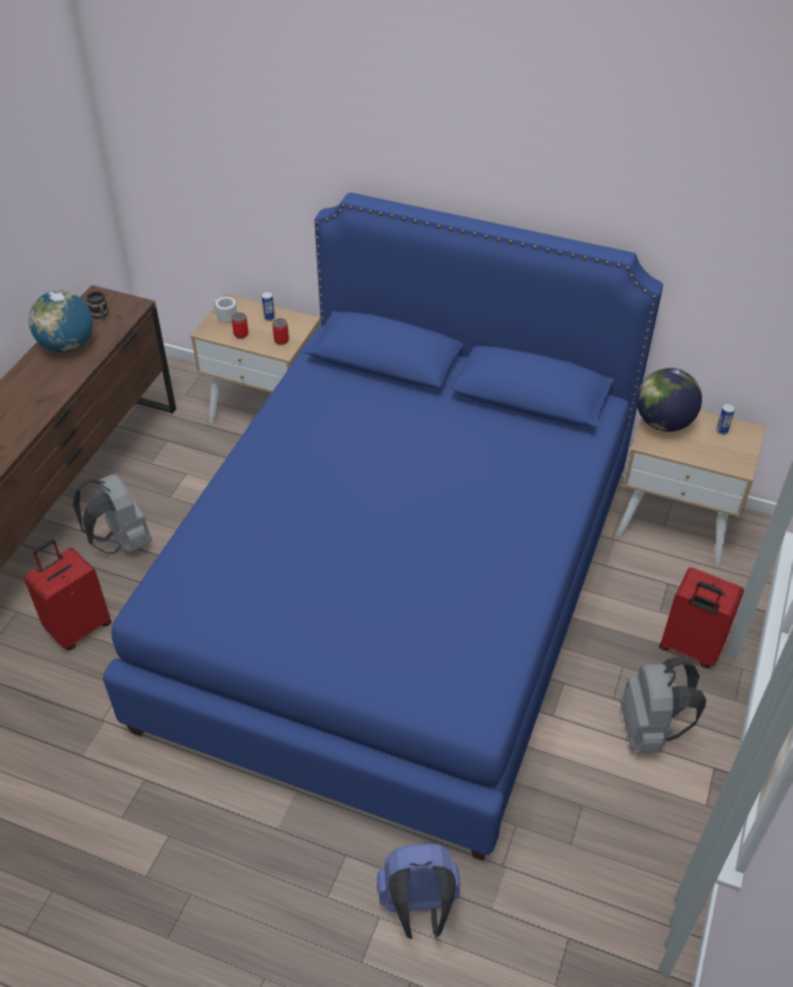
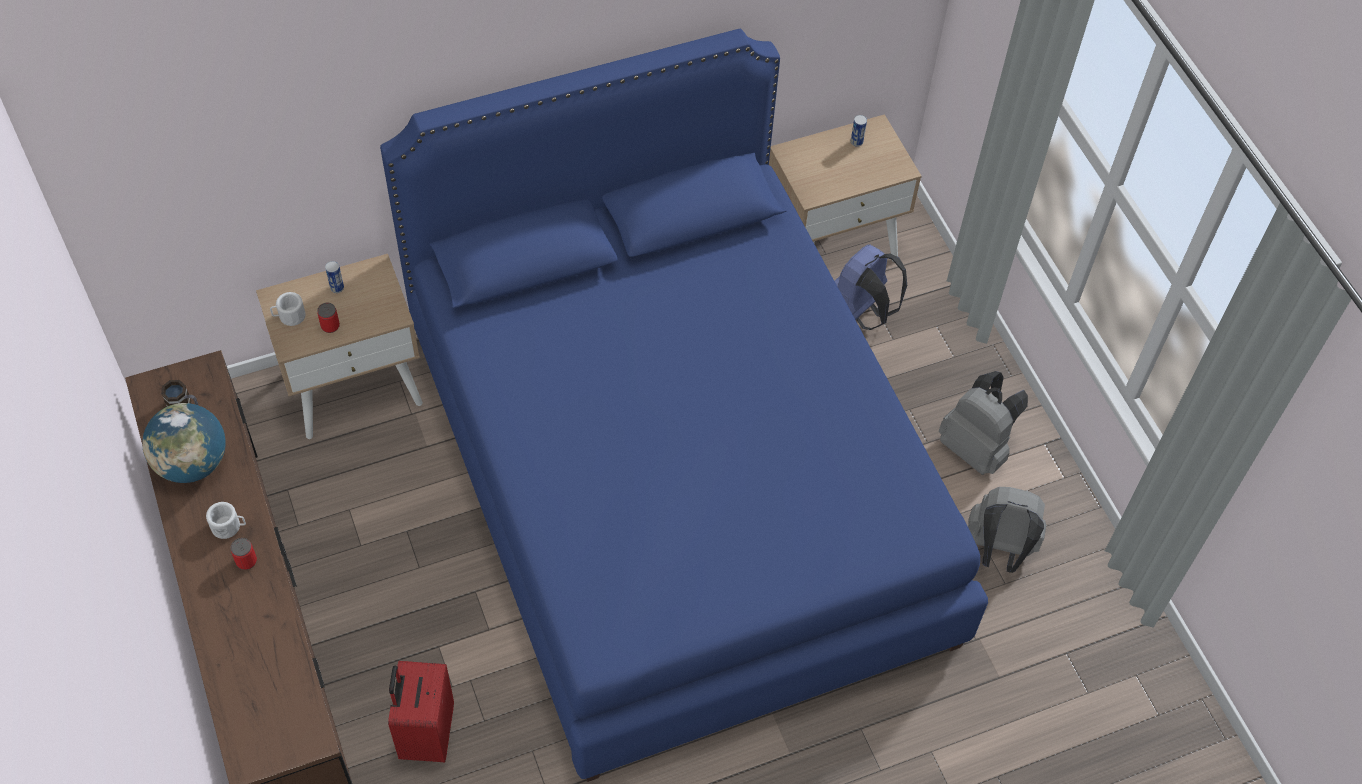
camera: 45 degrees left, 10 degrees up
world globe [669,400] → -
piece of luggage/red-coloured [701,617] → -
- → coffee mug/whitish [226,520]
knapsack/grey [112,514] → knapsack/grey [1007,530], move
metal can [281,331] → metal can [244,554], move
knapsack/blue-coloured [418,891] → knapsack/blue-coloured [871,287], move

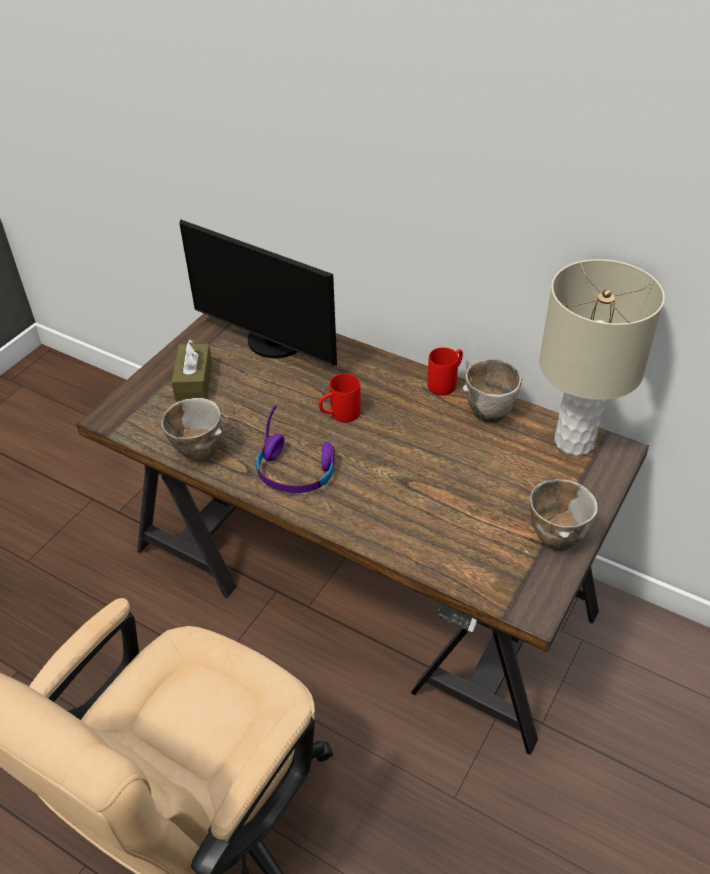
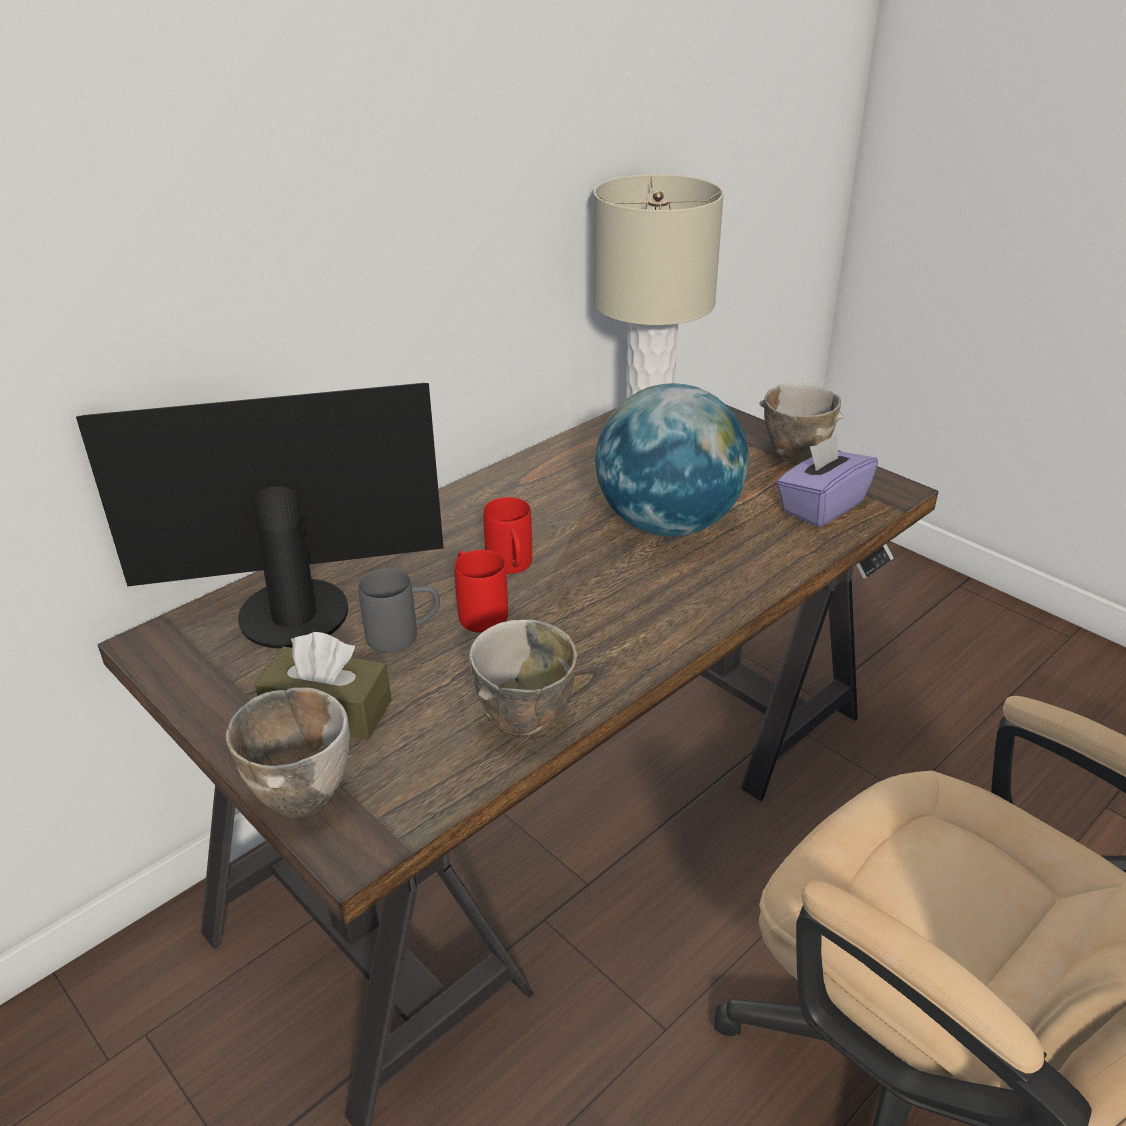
camera: 75 degrees left, 10 degrees down
pair of headphones/purple [295,449] → -
- → coffee mug/grey [399,610]
- → world globe [672,459]
- → box of tissues/purple [827,480]
coffee mug/red-coloured [445,371] → coffee mug/red-coloured [481,591], move
deep dish [493,391] → deep dish [288,752], move
computer display [258,292] → computer display [260,516], 150 degrees counterclockwise

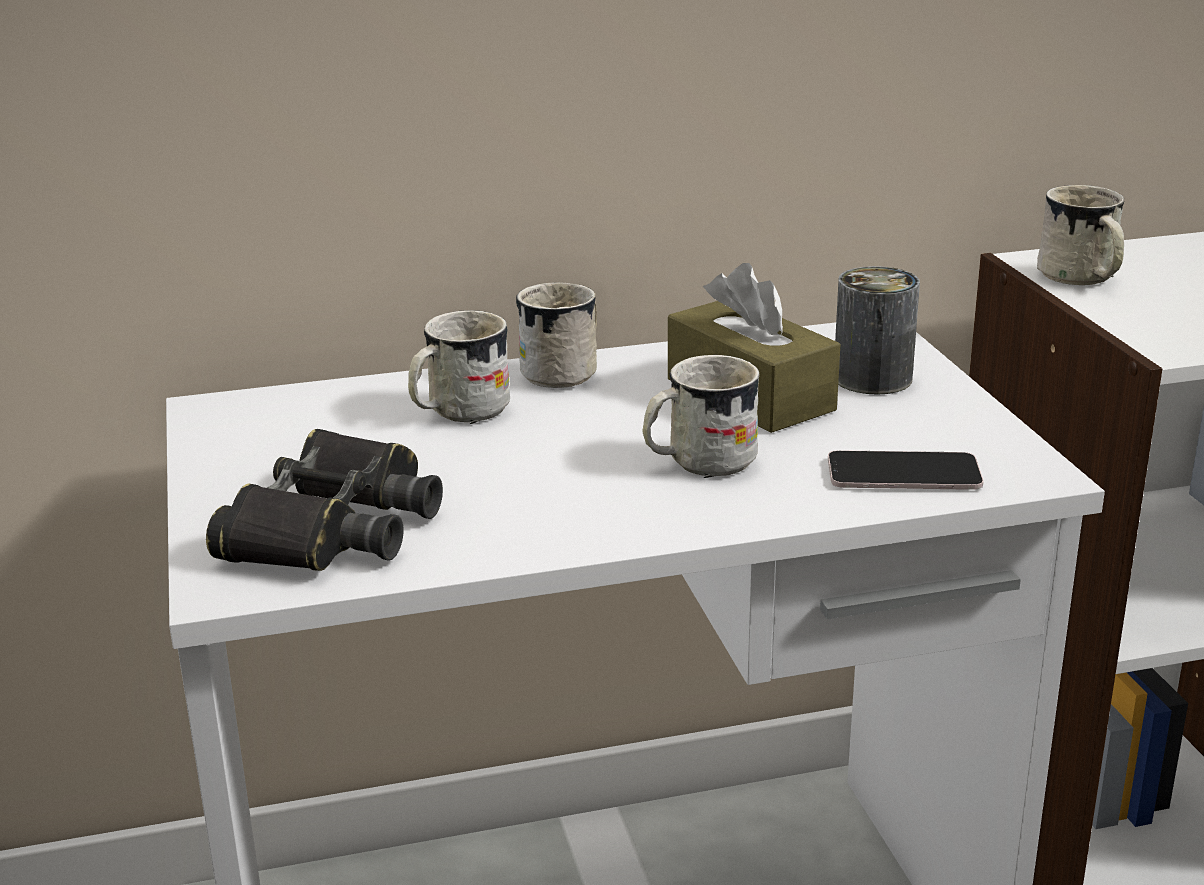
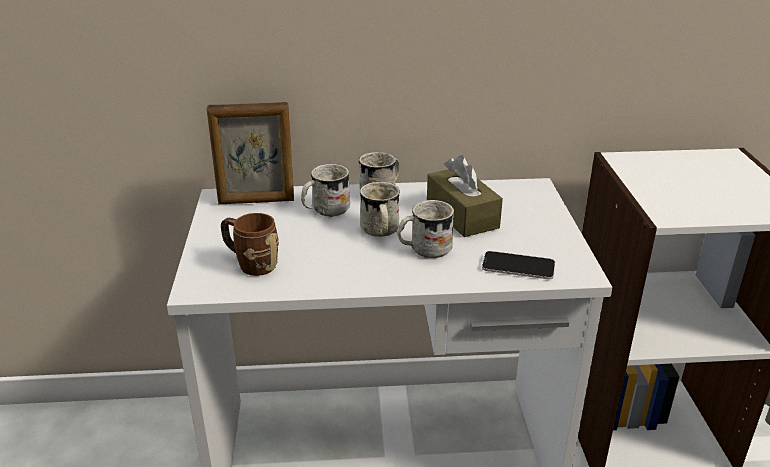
camera: 10 degrees right, 5 degrees up
metal can [877,330] → -
- → picture frame [250,153]
coffee mug/whitish [1080,235] → coffee mug/whitish [380,209], move
field glasses/blackish [324,500] → coffee mug/brownish [250,244]

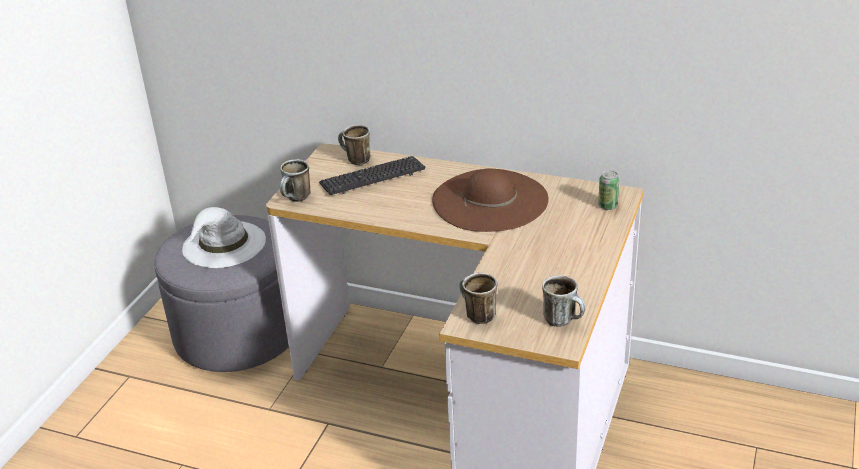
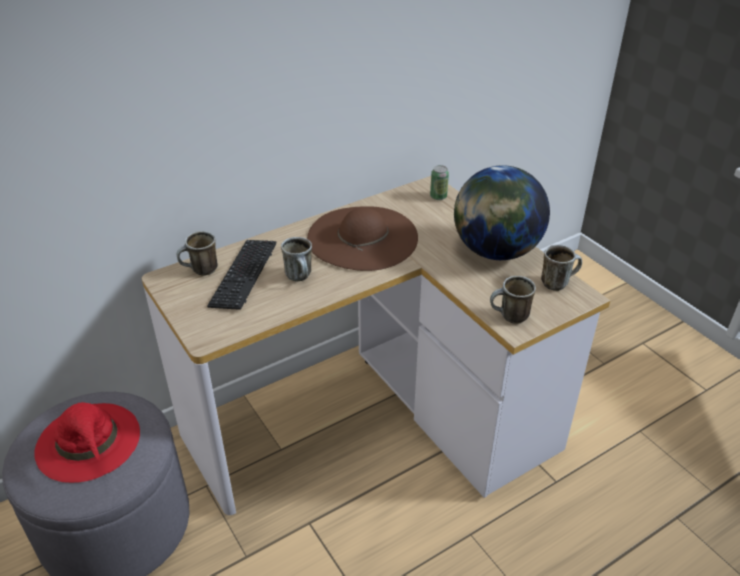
camera: 55 degrees left, 5 degrees up
- → world globe [502,212]
coffee mug [295,180] → coffee mug [296,259], move
clothing hat/whitish [224,237] → clothing hat/red-coloured [87,442]

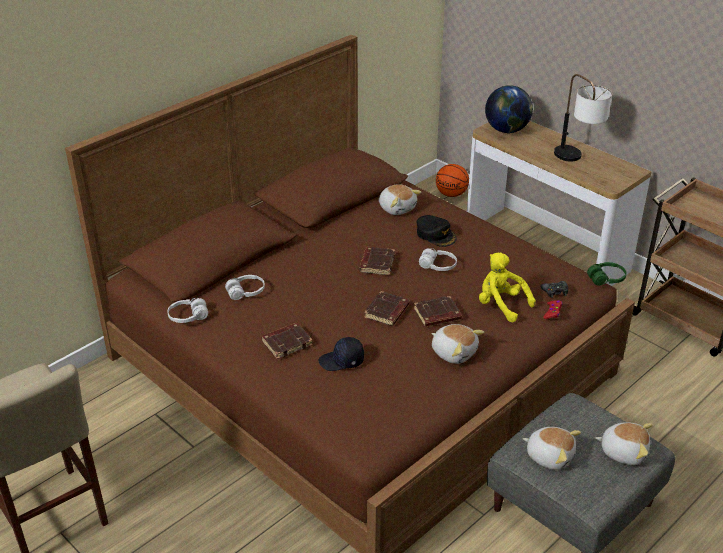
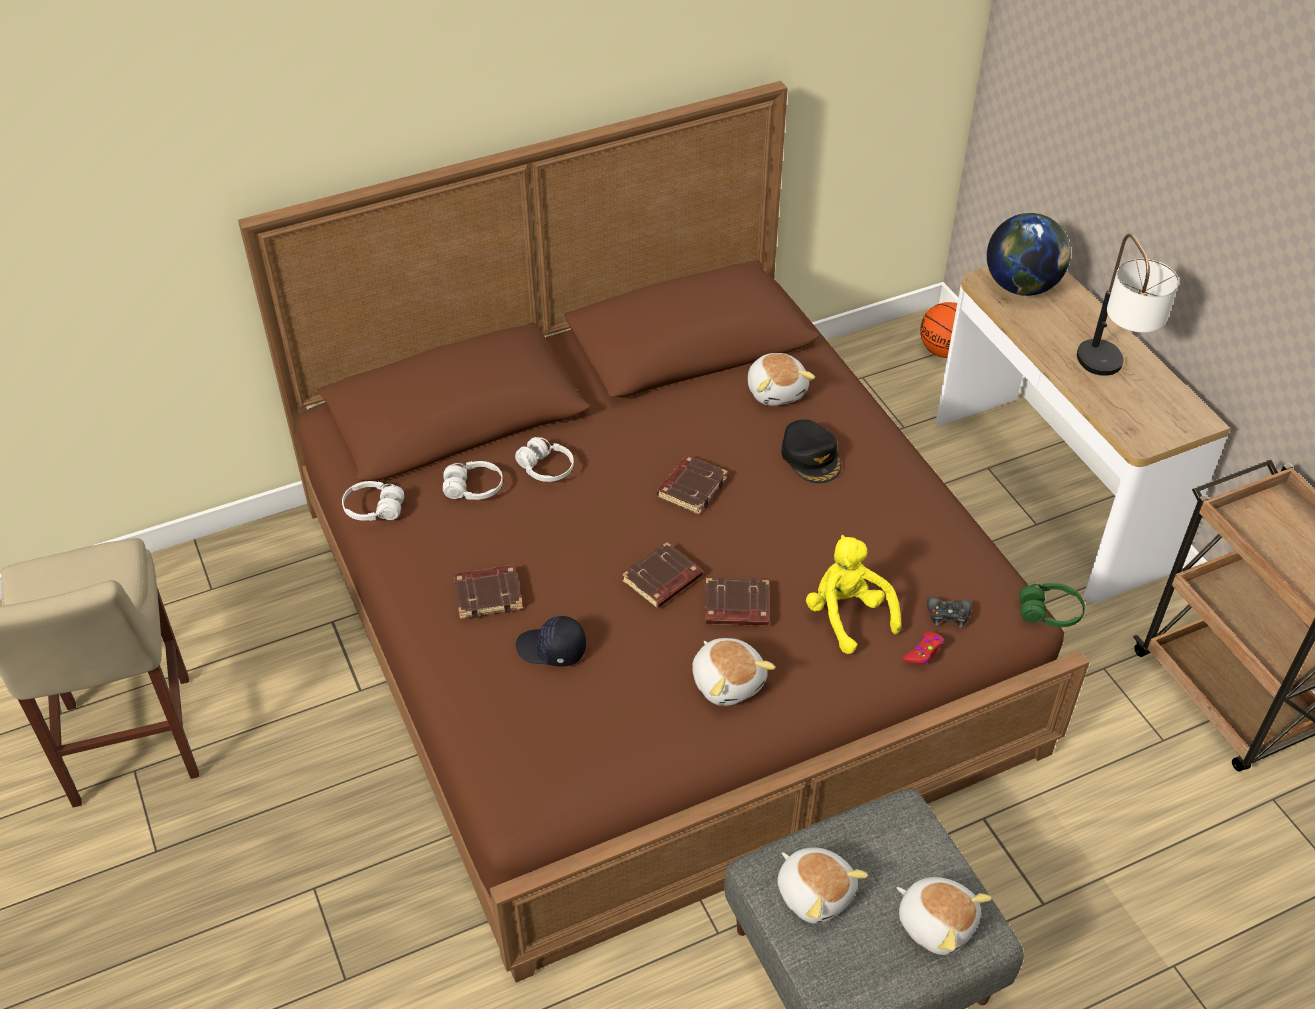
camera: 20 degrees right, 10 degrees up
pair of headphones/whitish [438,259] → pair of headphones/whitish [544,459], move

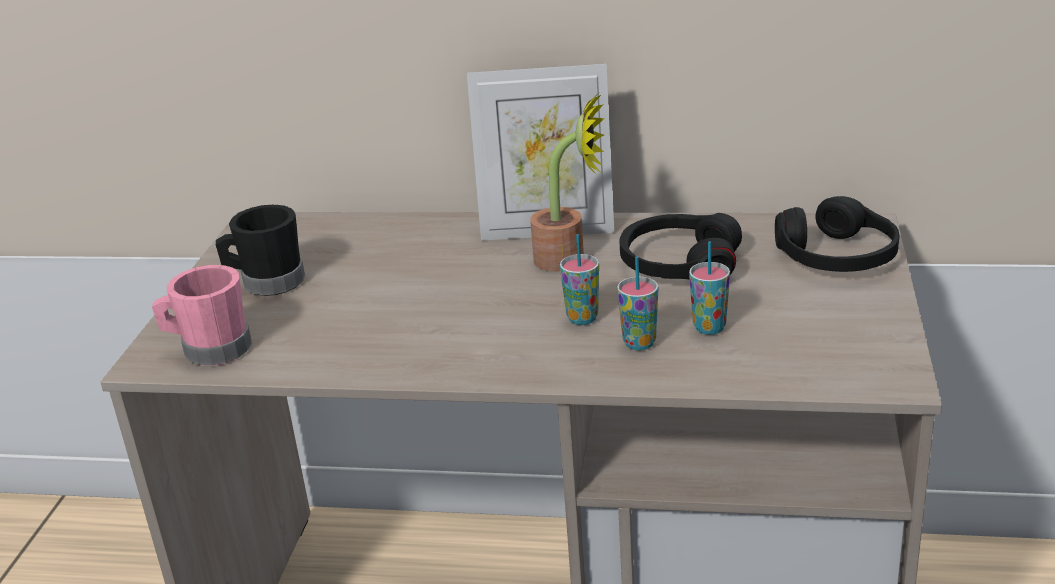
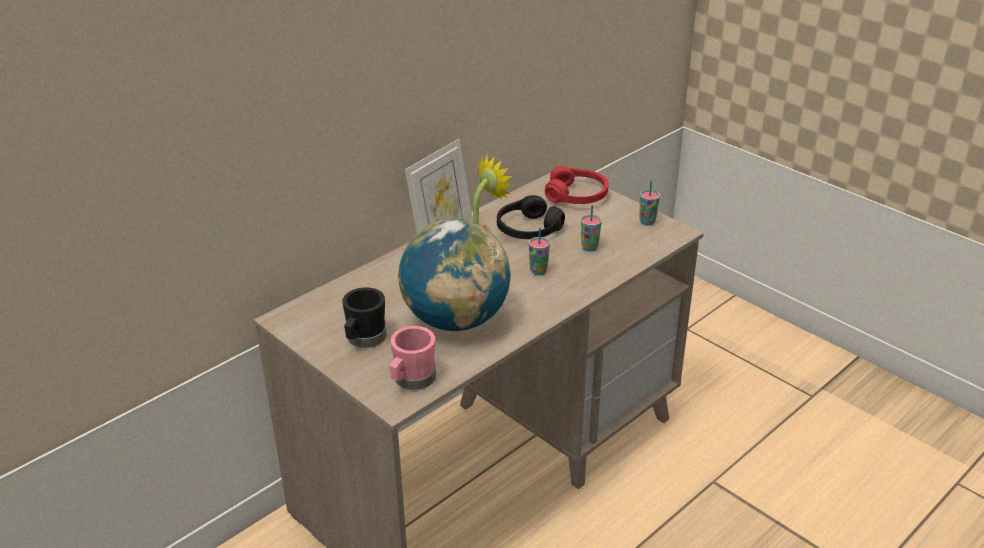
camera: 55 degrees left, 5 degrees up
- → world globe [454,275]
drinking cup [637,303] → drinking cup [650,202], move
pair of headphones/blackish [837,234] → pair of headphones/red-coloured [577,185]

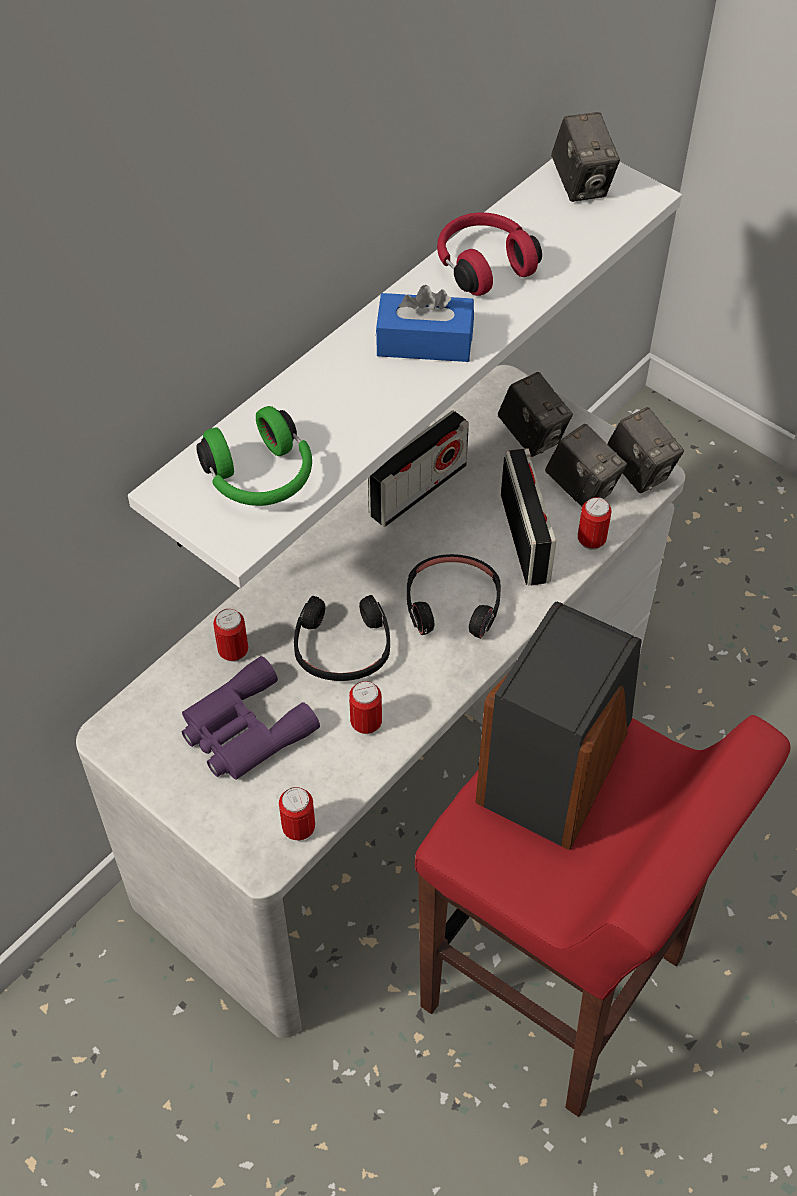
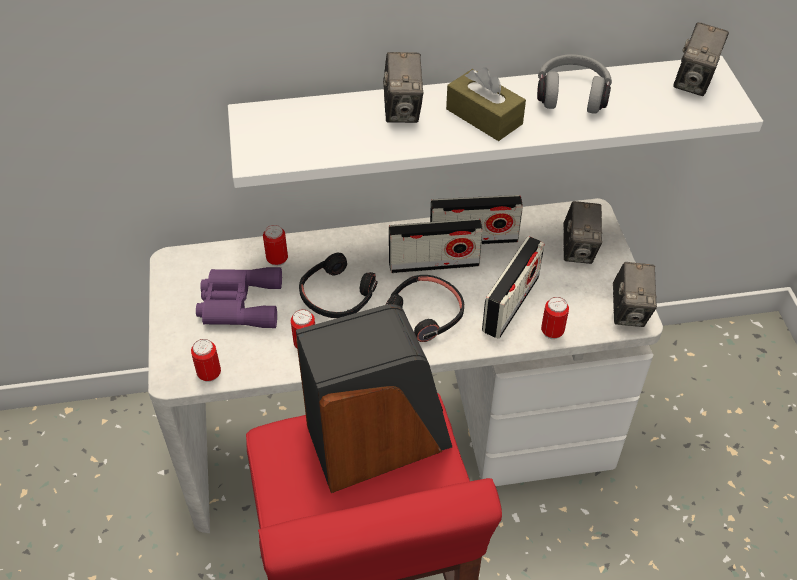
camera: 40 degrees right, 5 degrees down
pair of headphones/greenish [254,456] → -
- → radio [436,245]
still camera [586,465] → still camera [403,87], move
box of tissues/blue-coloured [425,323] → box of tissues/brownish [486,104]
pair of headphones/red-coloured [489,254] → pair of headphones/grey [574,84]

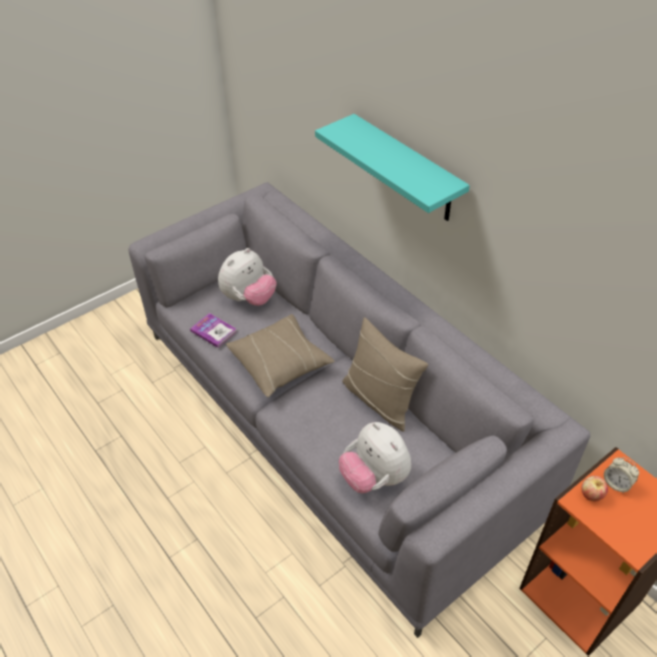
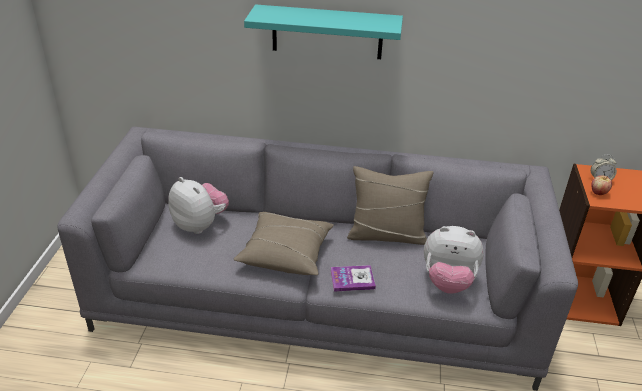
camera: 45 degrees left, 10 degrees down
bound book [213,330] → bound book [353,278], move
soft toy [247,277] → soft toy [198,205], 45 degrees counterclockwise

